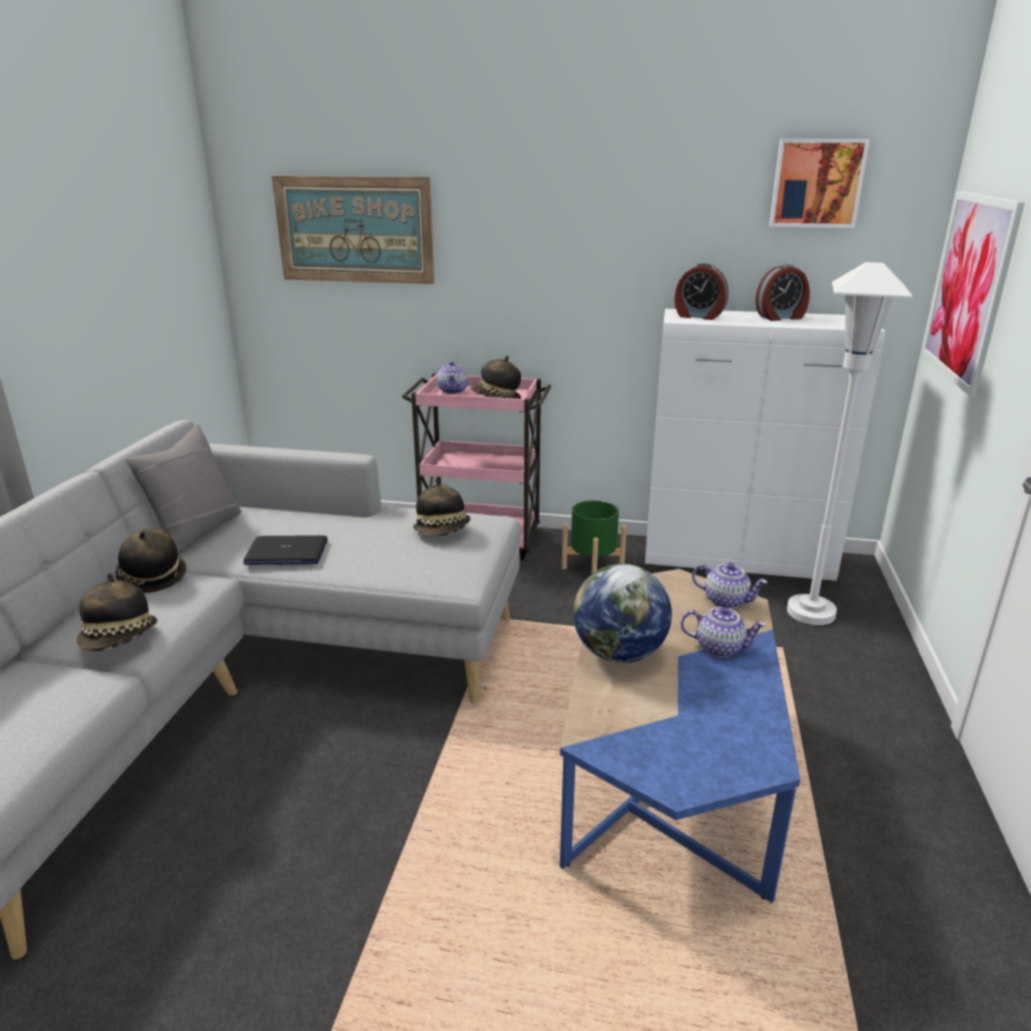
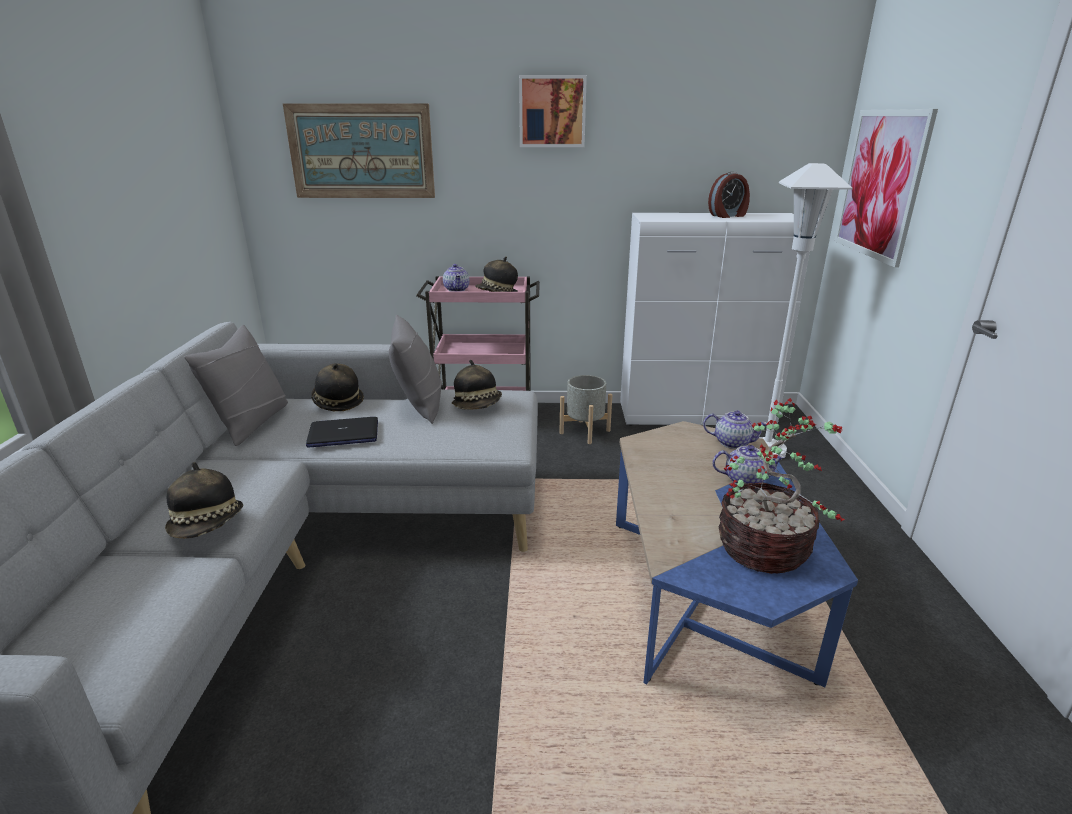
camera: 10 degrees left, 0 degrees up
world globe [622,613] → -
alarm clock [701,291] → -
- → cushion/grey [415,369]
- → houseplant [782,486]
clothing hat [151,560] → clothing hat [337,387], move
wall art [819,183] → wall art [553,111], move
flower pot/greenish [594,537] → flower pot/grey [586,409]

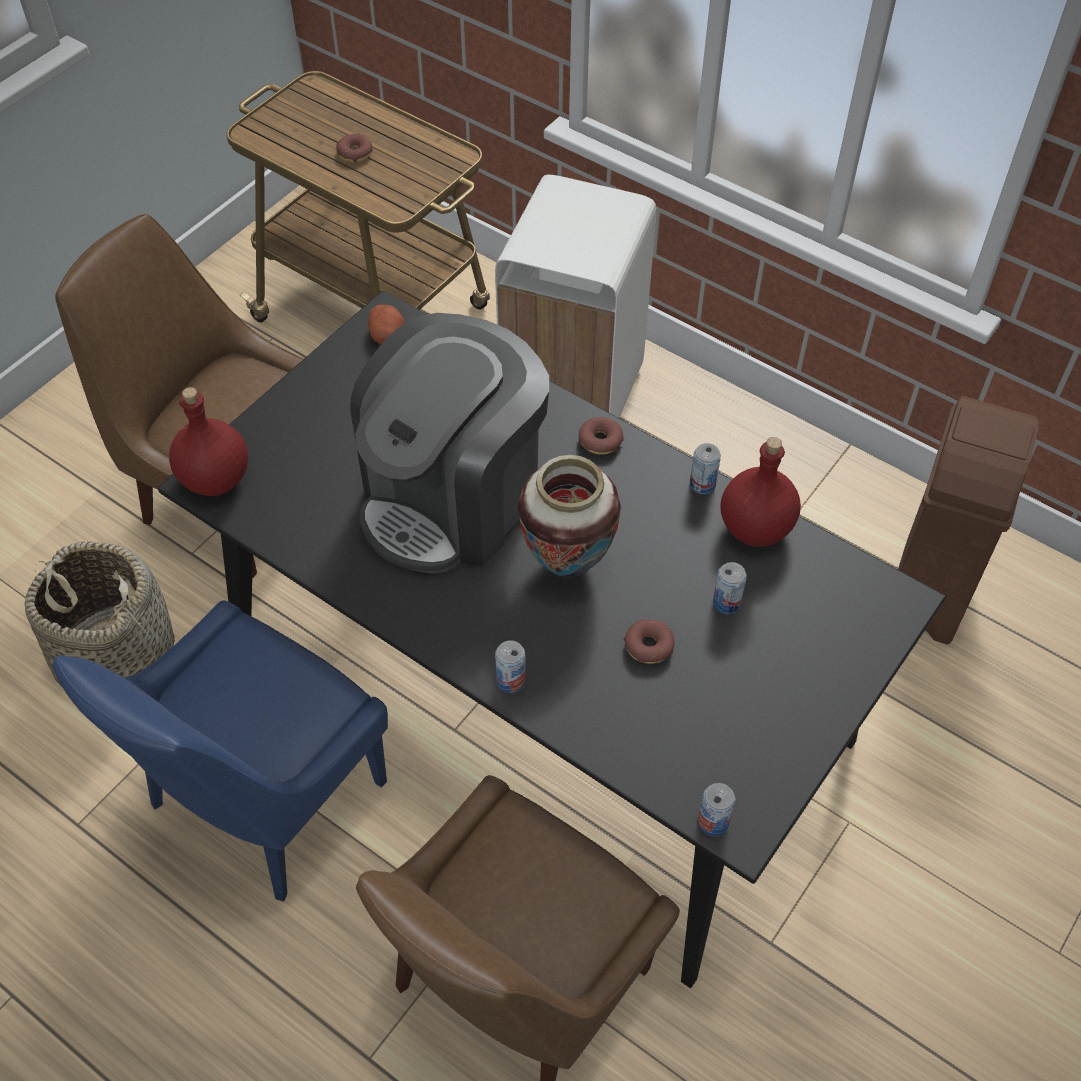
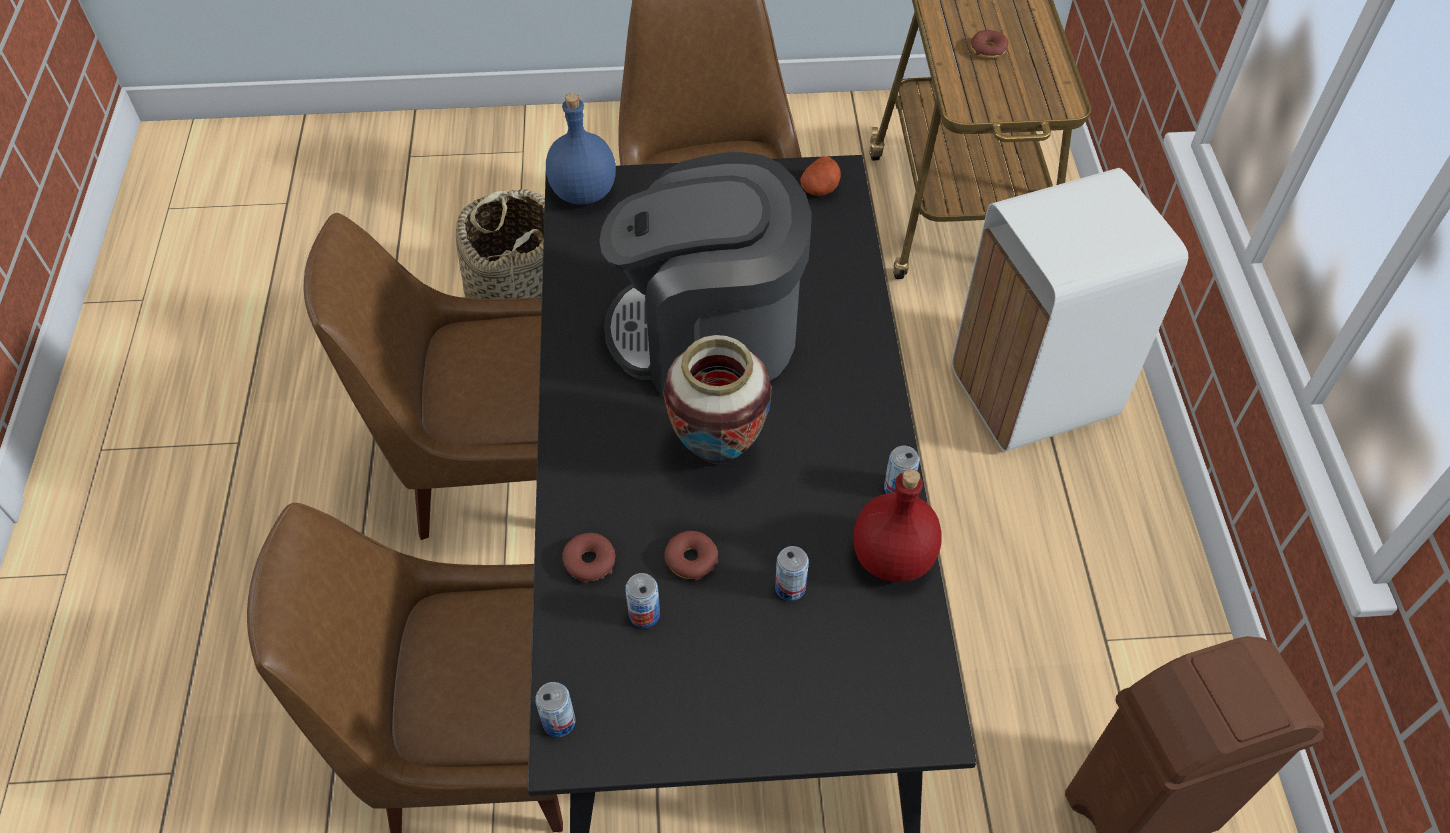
camera: 50 degrees right, 0 degrees up
metal can [510,666] → metal can [642,600], move
donut [601,436] → donut [588,558], move
chair/blue-coloured [220,751] → chair/brownish [423,376]
beverage bottle/red-coloured [208,441] → beverage bottle/blue-coloured [581,149]

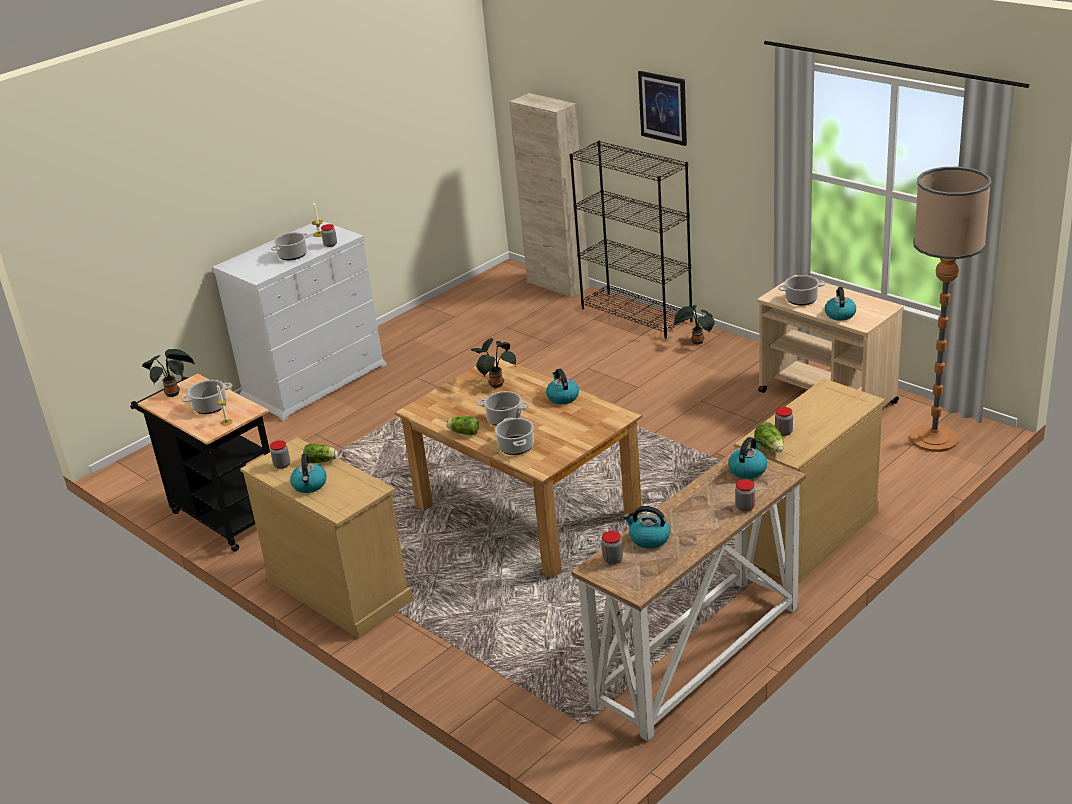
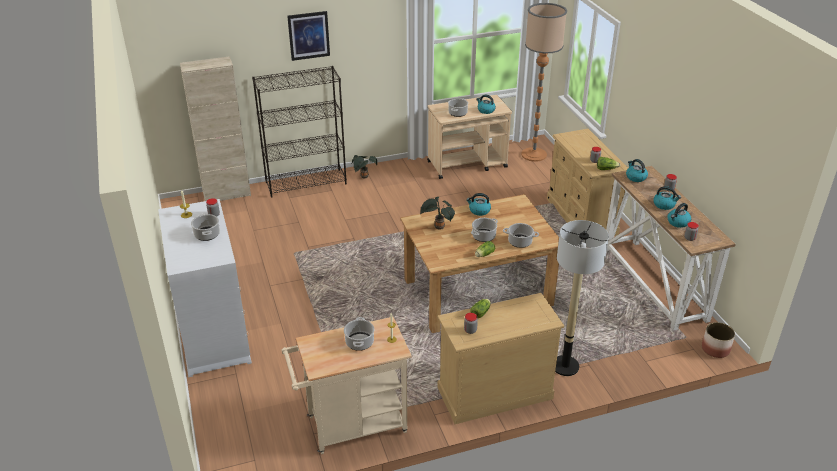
camera: 65 degrees left, 5 degrees up
houseplant [168,373] → -
- → standard lamp [582,298]
- → flower pot [718,340]
tea kettle [308,473] → tea kettle [667,198], move
wheeled cart/blackish [200,463] → wheeled cart/beige [346,385]

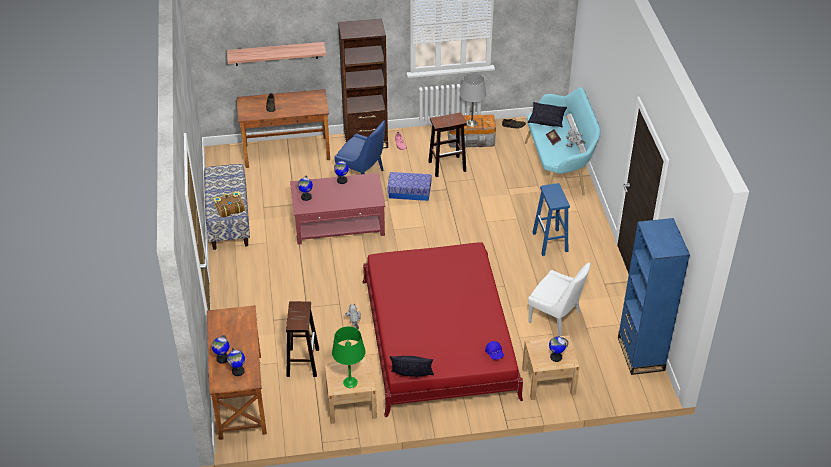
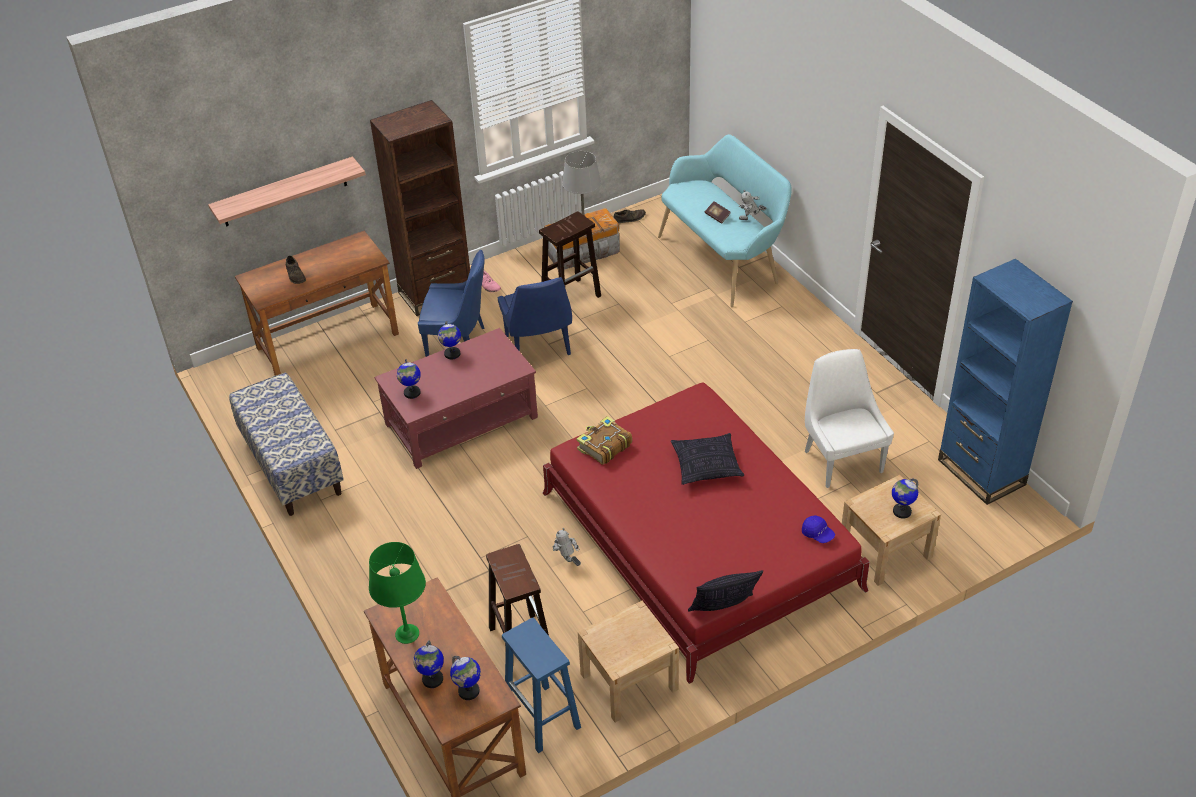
camera: 20 degrees left, 0 degrees up
bound book [229,204] → bound book [604,440], move
table lamp/greenish [348,357] → table lamp/greenish [397,593], move
cushion [547,114] → cushion [707,459], move
stool seat/blue-coloured [551,219] → stool seat/blue-coloured [541,685], move
storage container [409,186] → chair/blue-coloured [534,316]
chair/whitish [559,299] → chair/whitish [849,418], 120 degrees counterclockwise

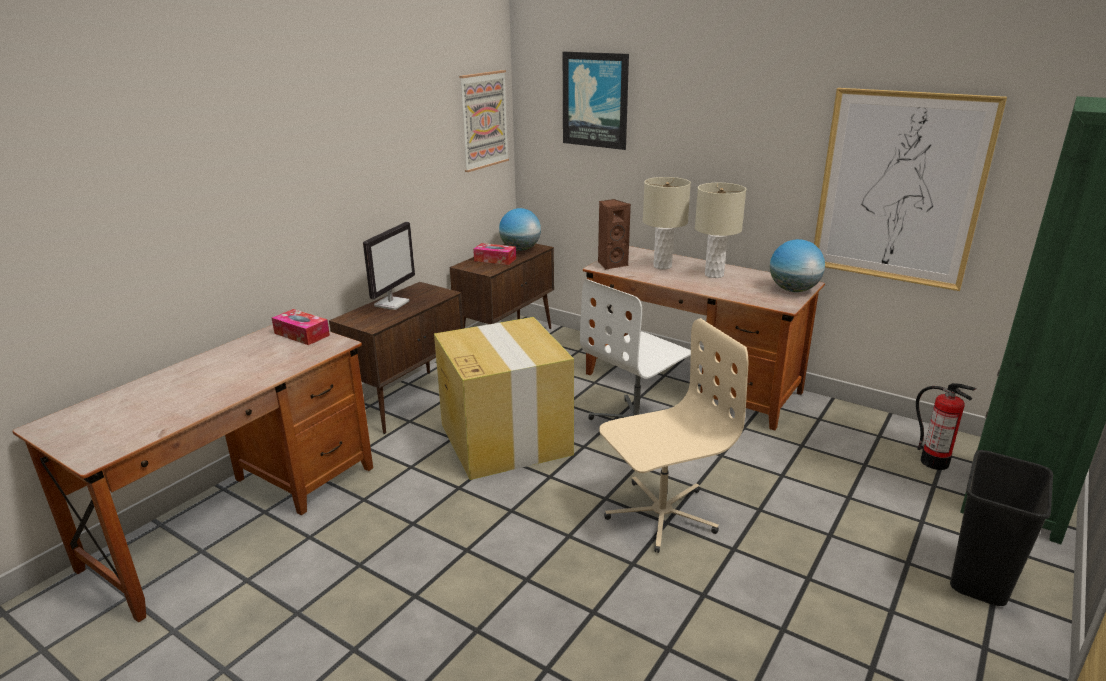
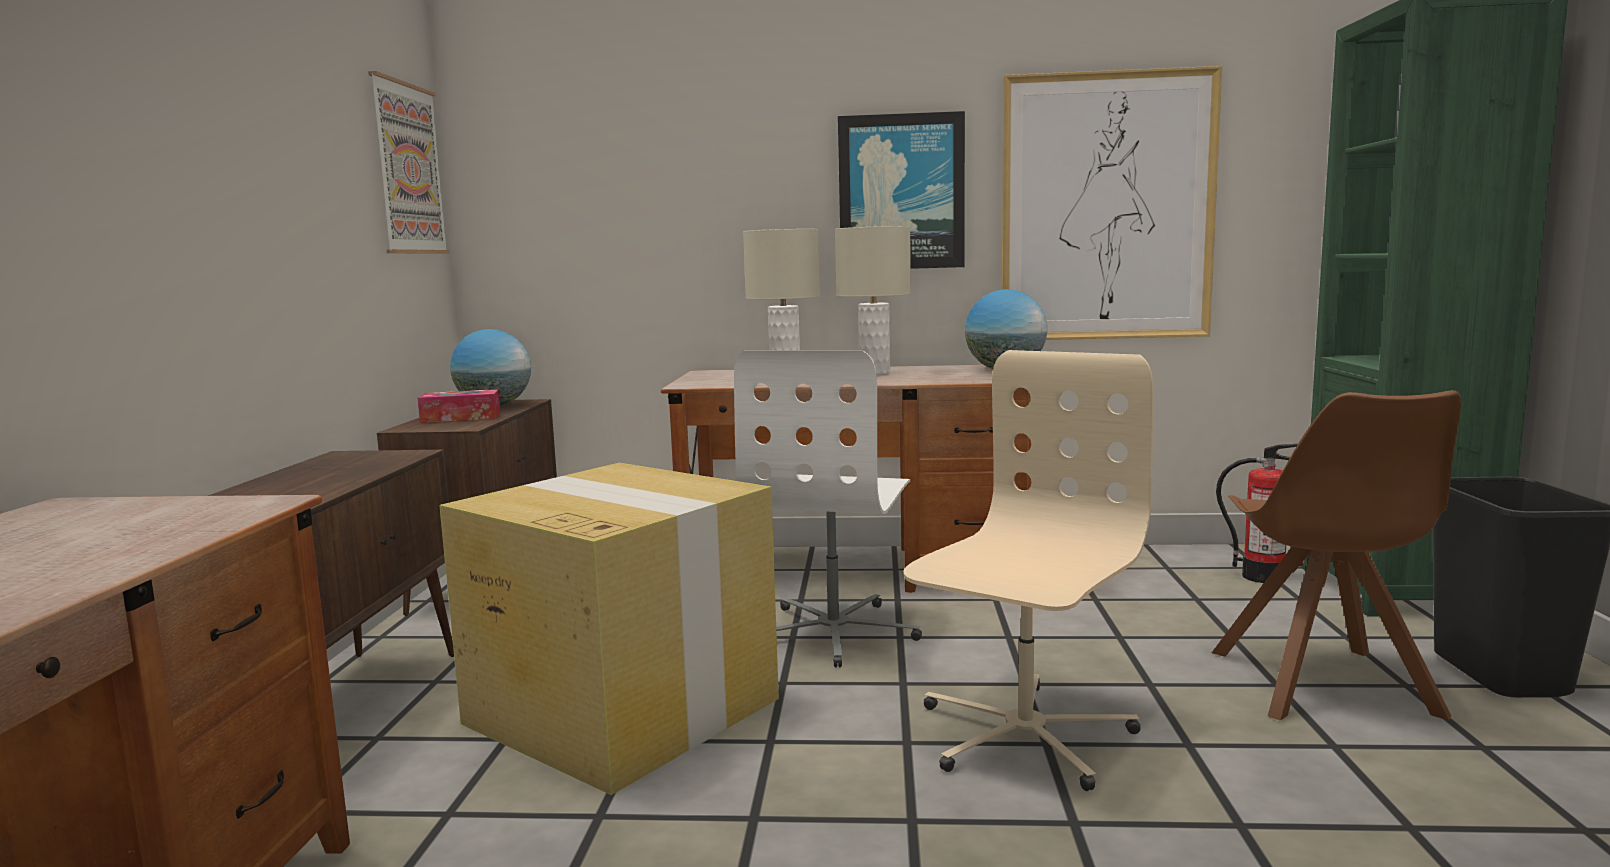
camera: 30 degrees left, 15 degrees down
box of tissues [301,327] → -
computer display [389,266] → -
speaker/brownish [614,234] → -
- → chair/brownish [1336,555]
wall art [596,101] → wall art [901,190], move

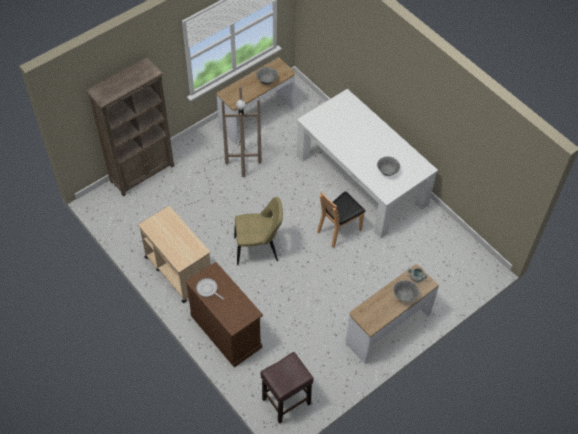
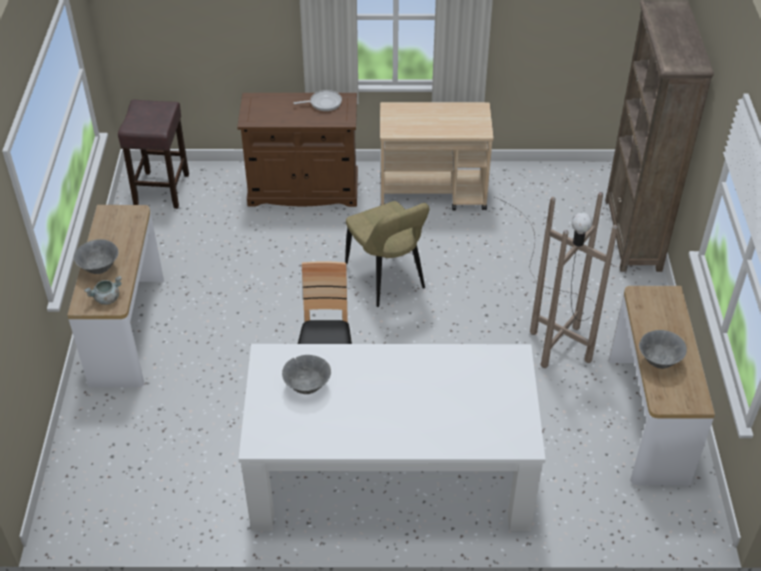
camera: 130 degrees right, 10 degrees down
chair/beige [258,231] → chair/beige [387,254], 60 degrees counterclockwise

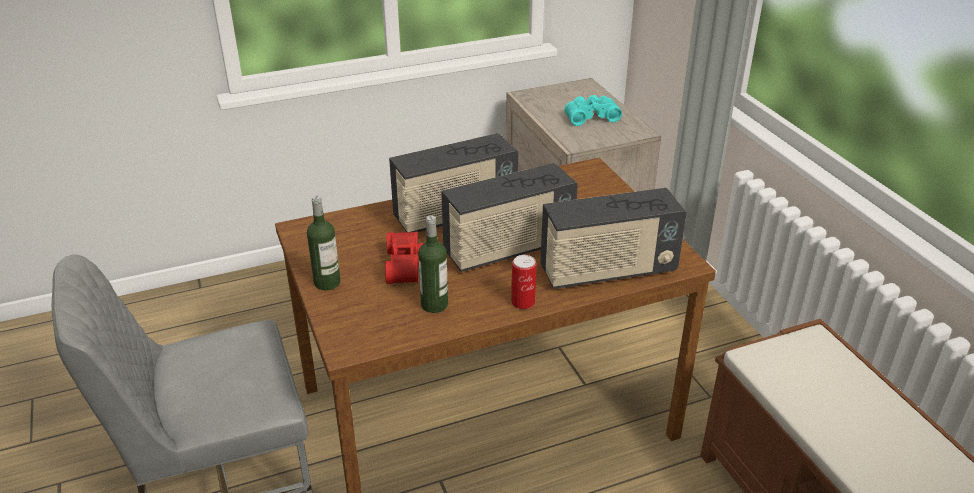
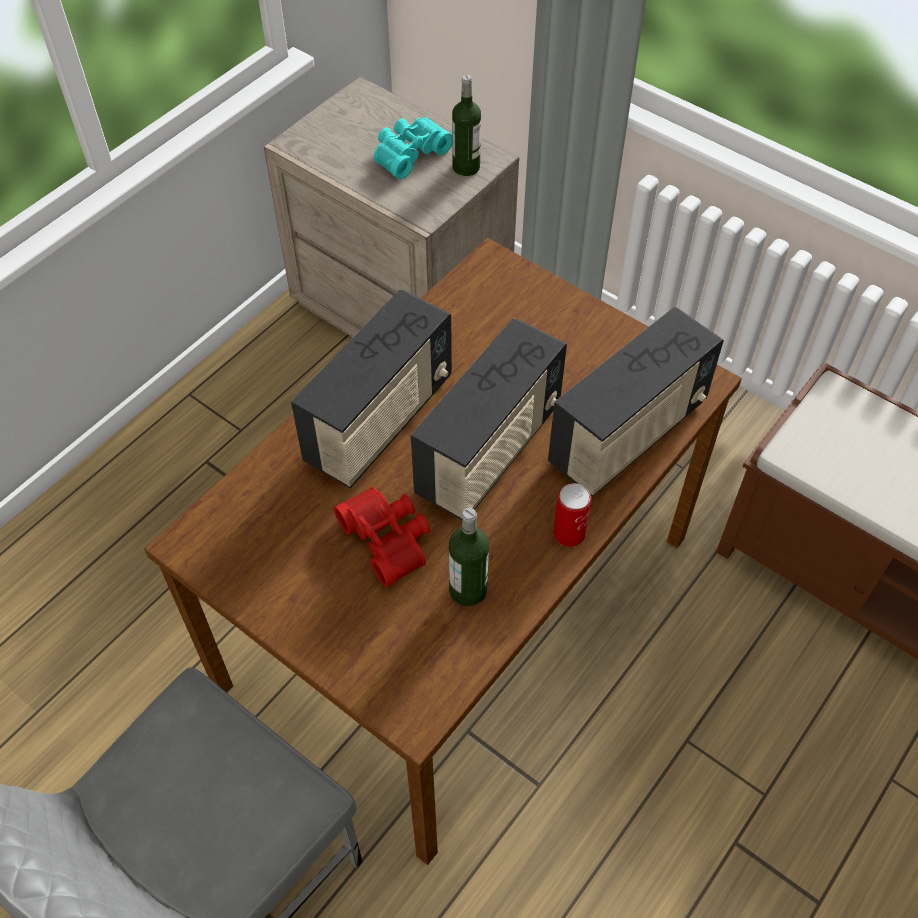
camera: 30 degrees left, 20 degrees up
beverage bottle [323,242] → beverage bottle [466,125], move

